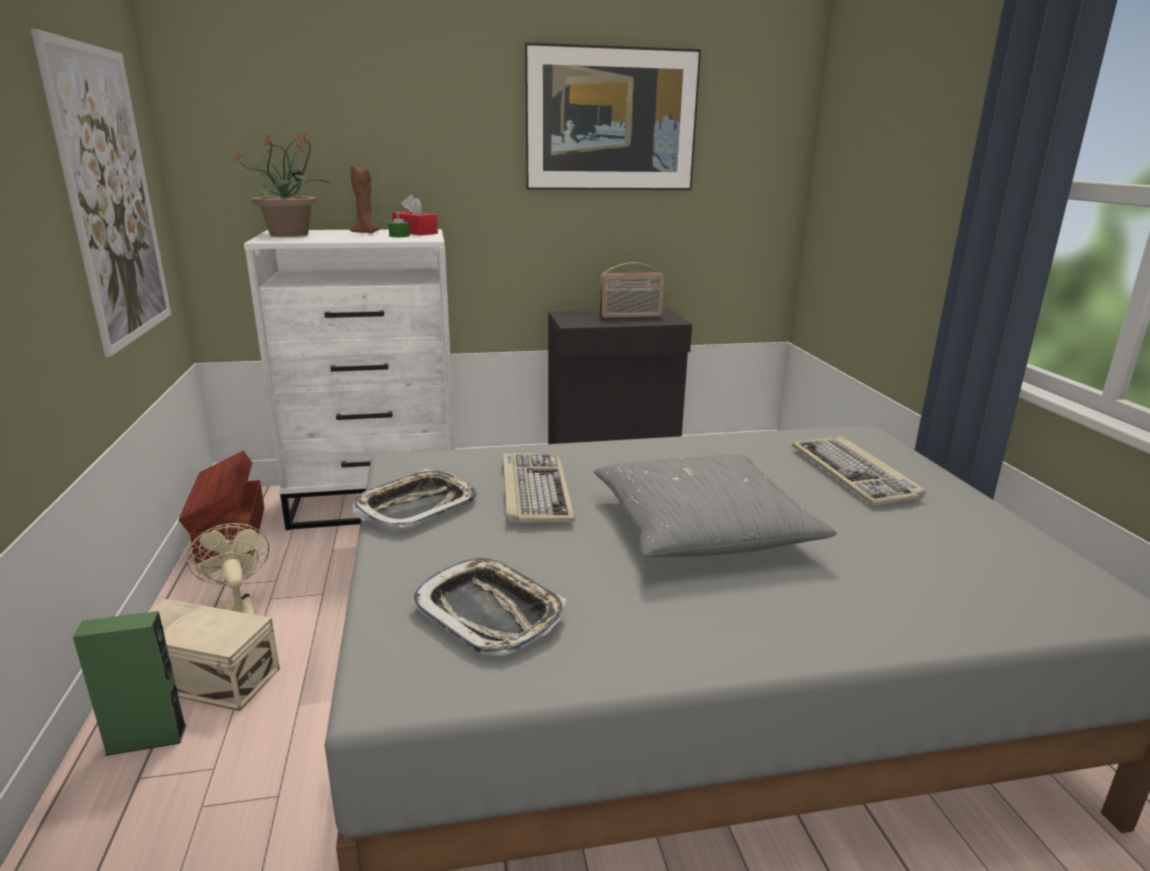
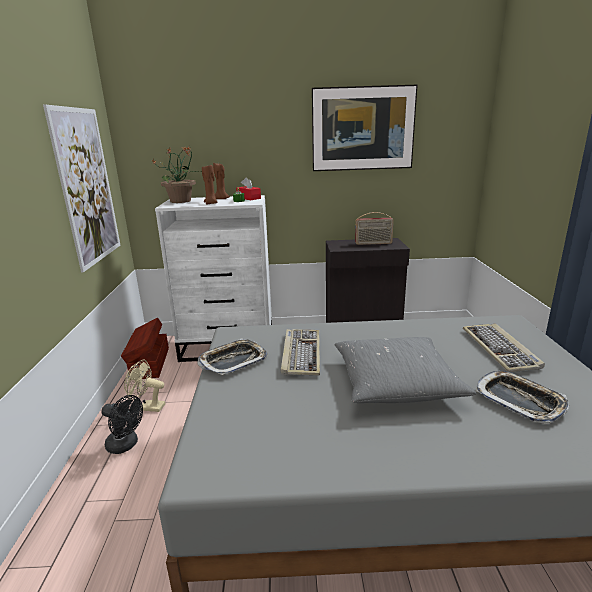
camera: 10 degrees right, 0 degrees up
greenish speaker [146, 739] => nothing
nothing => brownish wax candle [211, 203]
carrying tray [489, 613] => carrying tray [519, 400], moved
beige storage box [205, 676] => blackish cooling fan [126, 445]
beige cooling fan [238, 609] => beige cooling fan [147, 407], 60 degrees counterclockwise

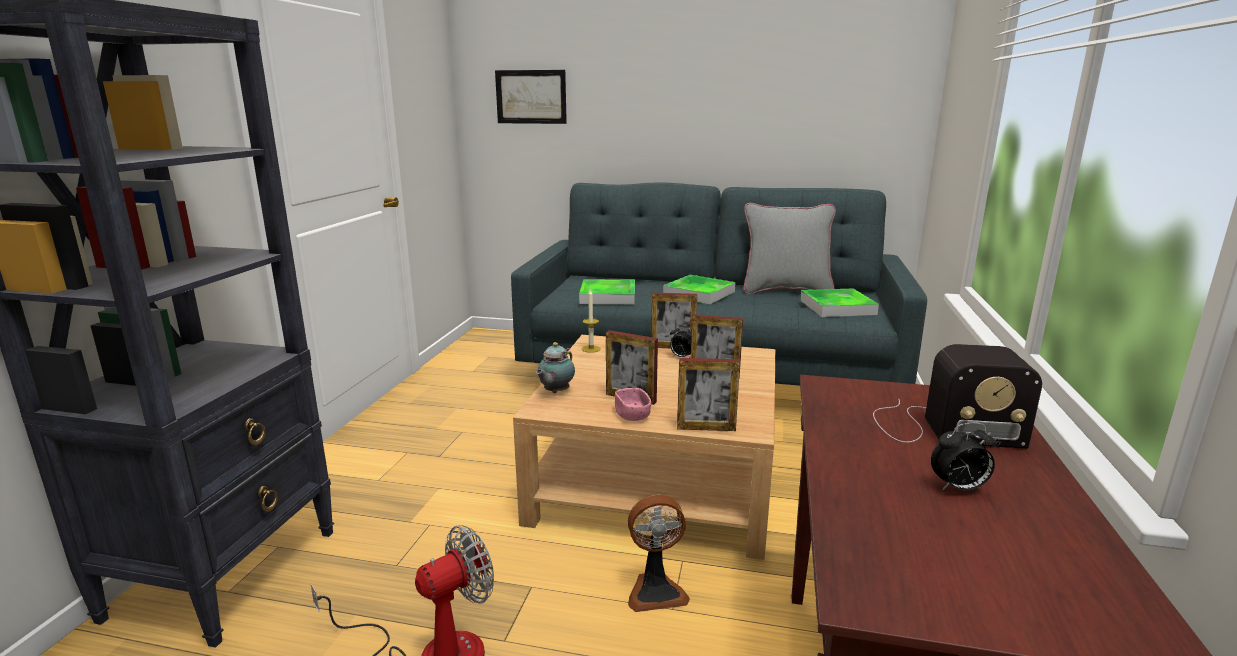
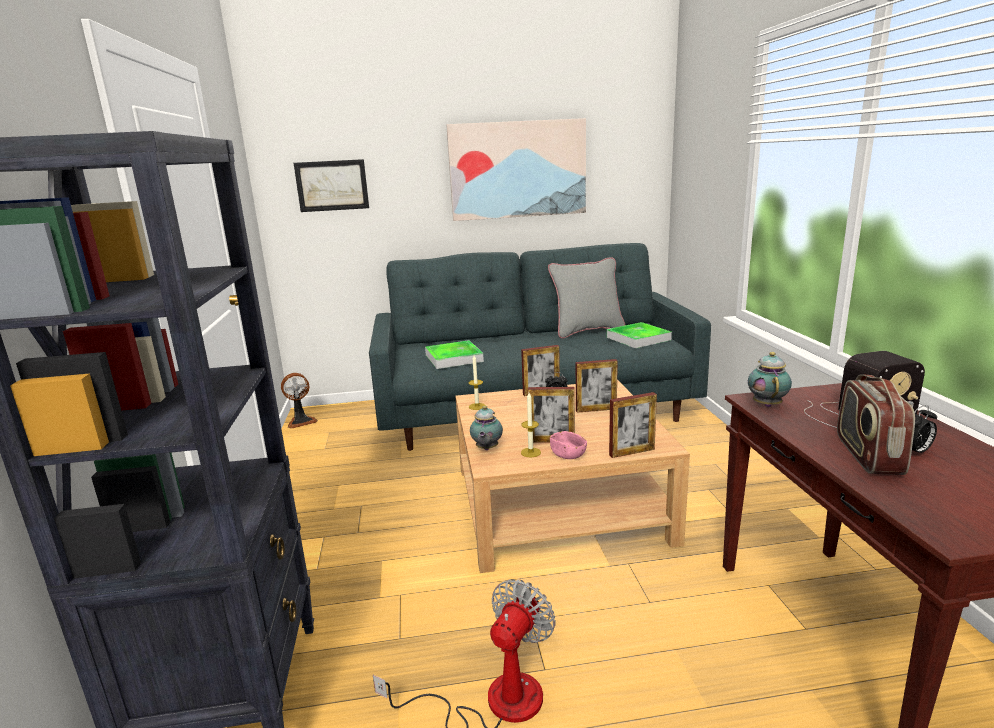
camera: 20 degrees left, 0 degrees up
carrying tray [699, 293] => nothing
nothing => wall picture [517, 170]
nothing => wax candle [530, 452]
nothing => pot for tea [766, 404]
nothing => radio set [867, 455]
cooling fan [655, 591] => cooling fan [301, 421], moved

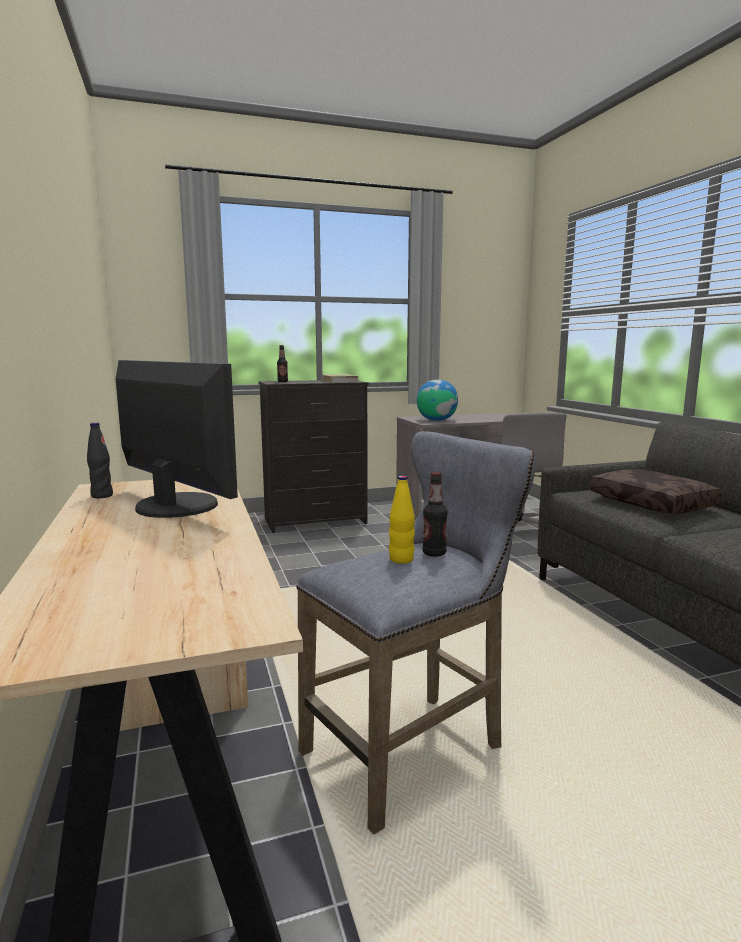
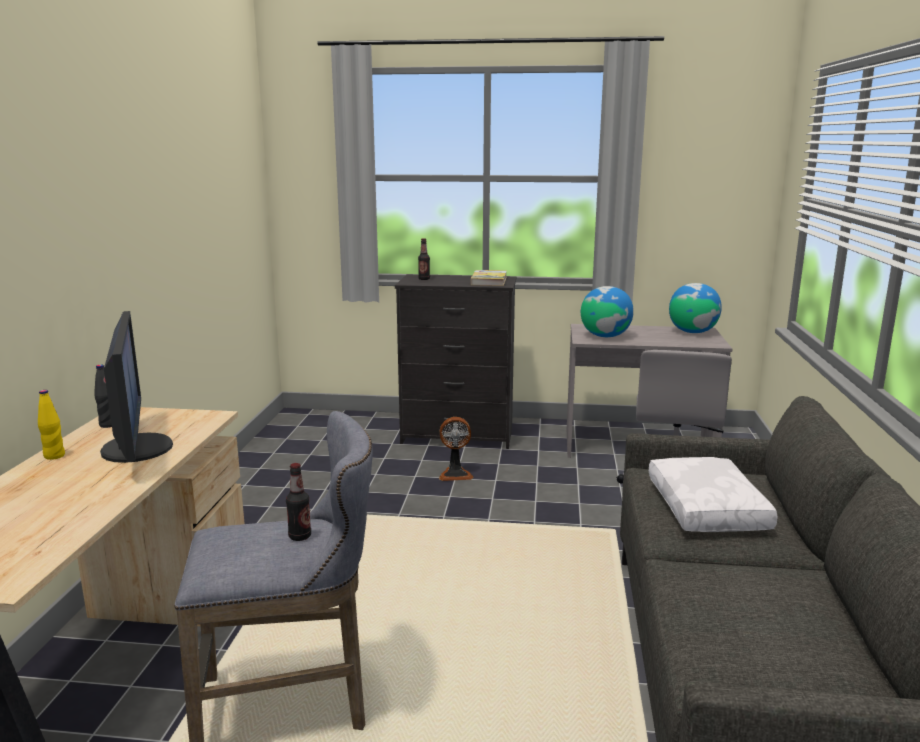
camera: 25 degrees right, 5 degrees up
nothing => cooling fan [455, 474]
nothing => desk globe [692, 332]
yellow bottle [401, 559] => yellow bottle [54, 456], moved
brownish cushion [653, 503] => white-coloured cushion [709, 508]

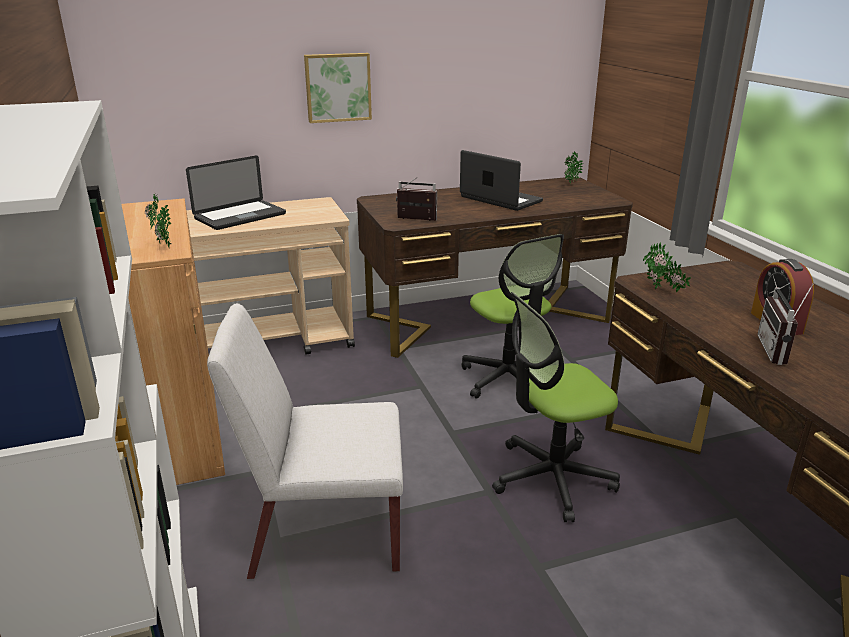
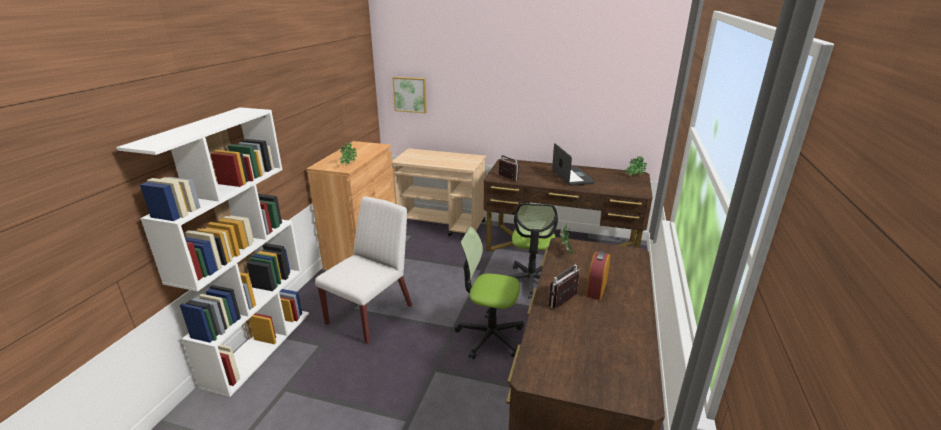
camera: 35 degrees right, 0 degrees up
laptop [240, 216] => nothing
wall picture [337, 87] => wall picture [410, 94], moved
white-coloured plain chair [324, 532] => white-coloured plain chair [370, 314], 90 degrees clockwise

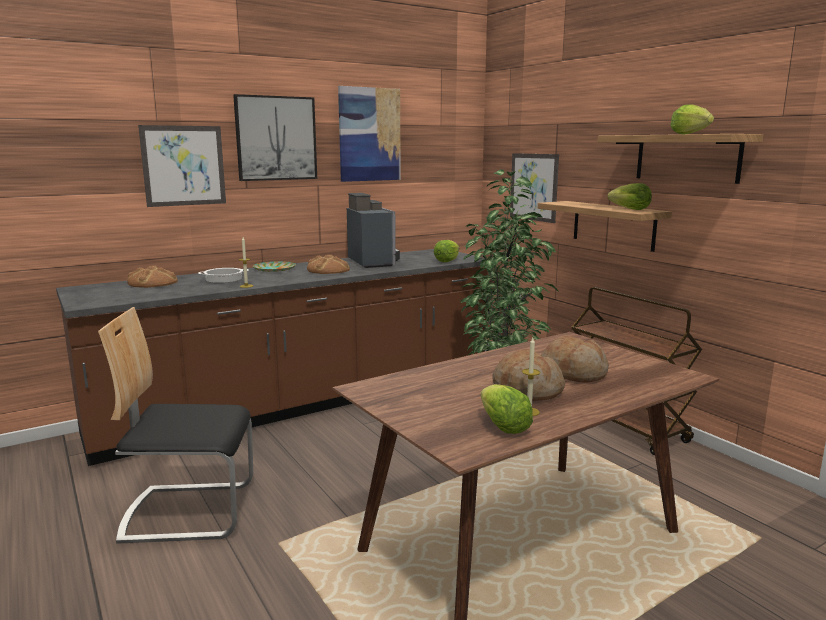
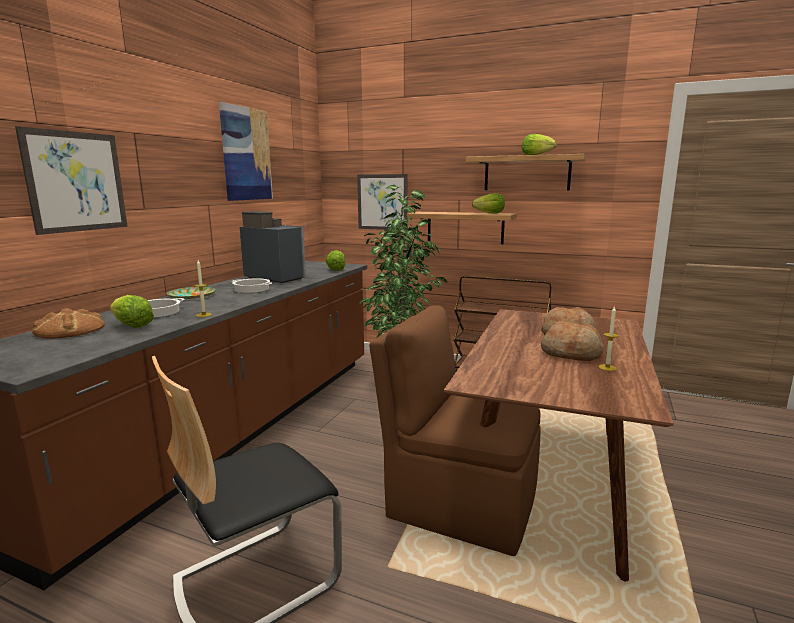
camera: 35 degrees left, 0 degrees up
wall picture [276, 138] => nothing
nothing => brownish plain chair [458, 504]
lettuce [503, 427] => lettuce [132, 326], moved
bakery bread [328, 270] => stockpot [251, 289]

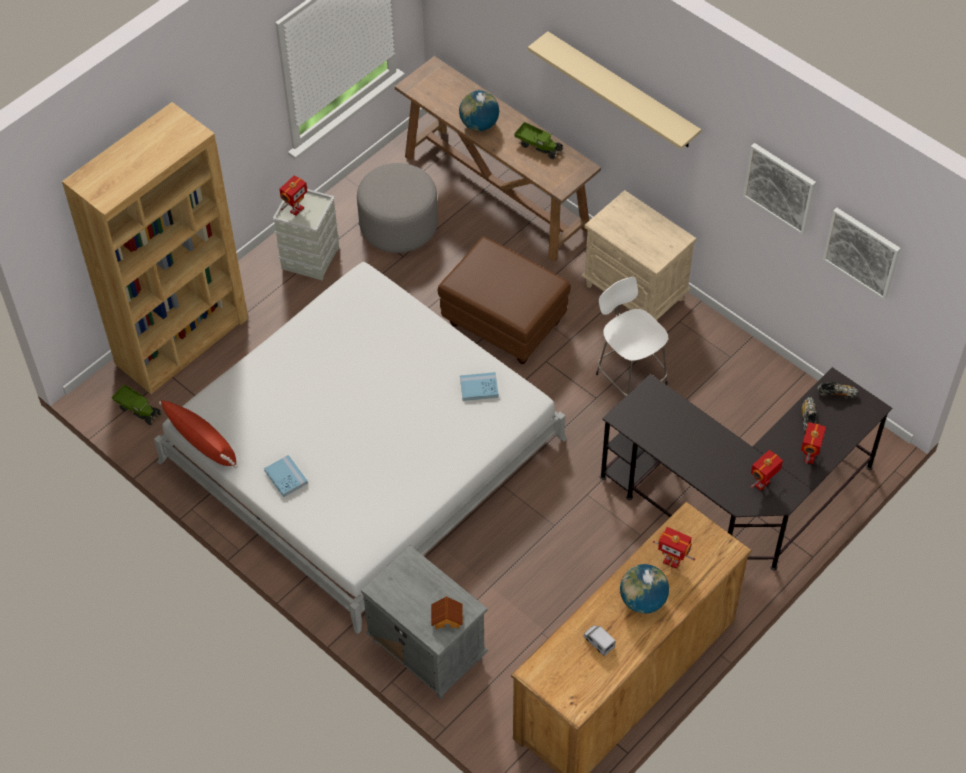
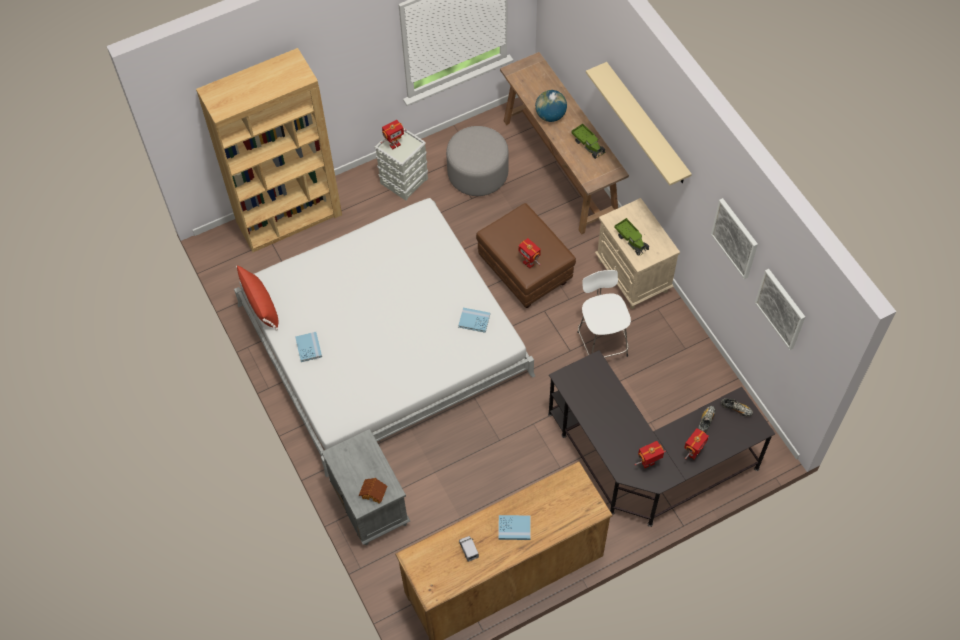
camera: 20 degrees right, 5 degrees up
model truck [138, 409] => model truck [631, 240], moved
model robot [672, 561] => model robot [529, 263], moved
desk globe [642, 600] => blue bound book [514, 528]

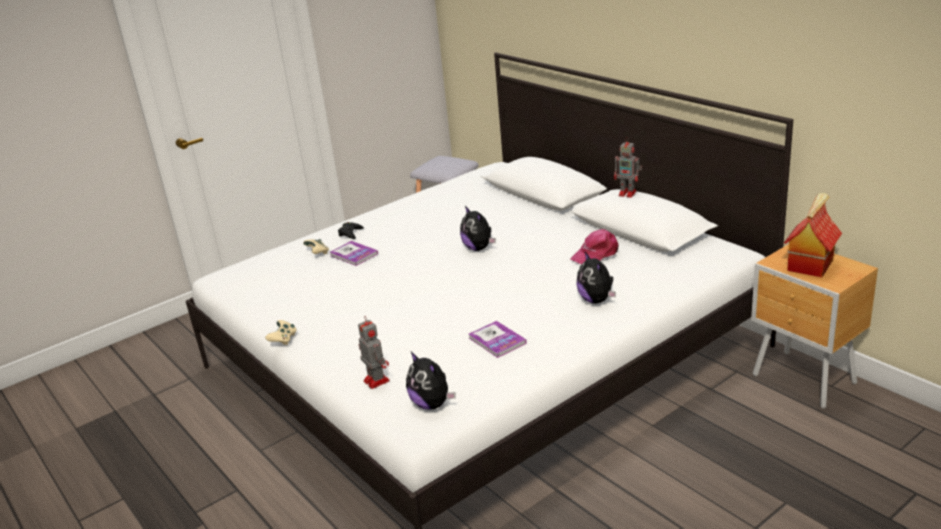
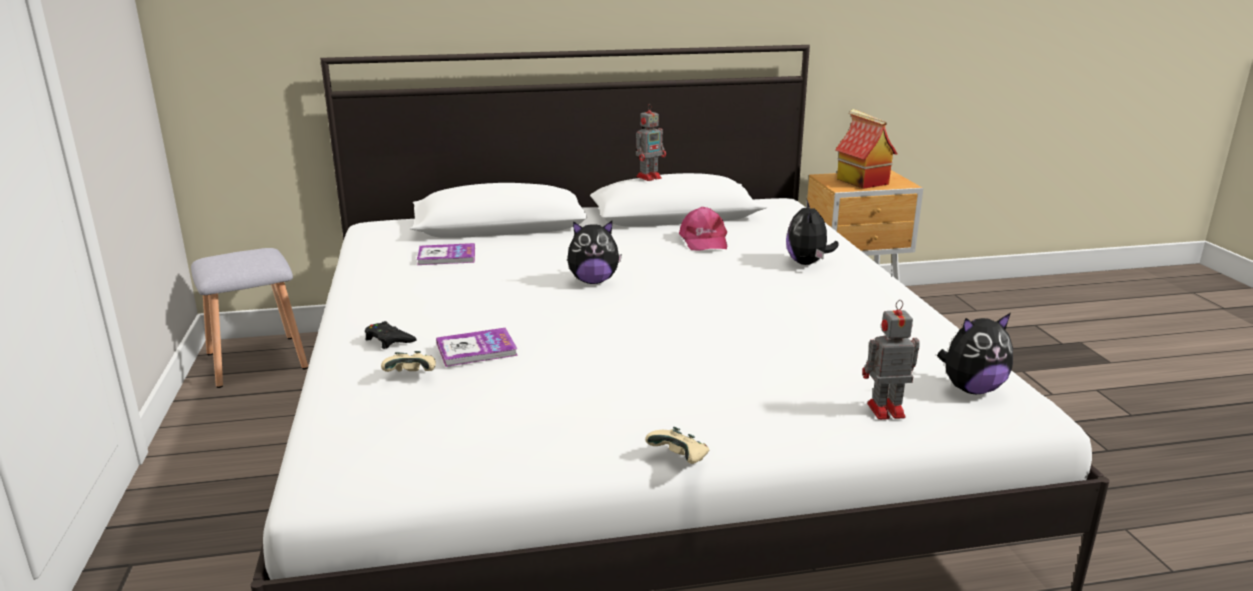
camera: 65 degrees left, 5 degrees down
bound book [497, 340] => bound book [446, 256], moved
soft toy [596, 300] => soft toy [808, 263], 90 degrees clockwise

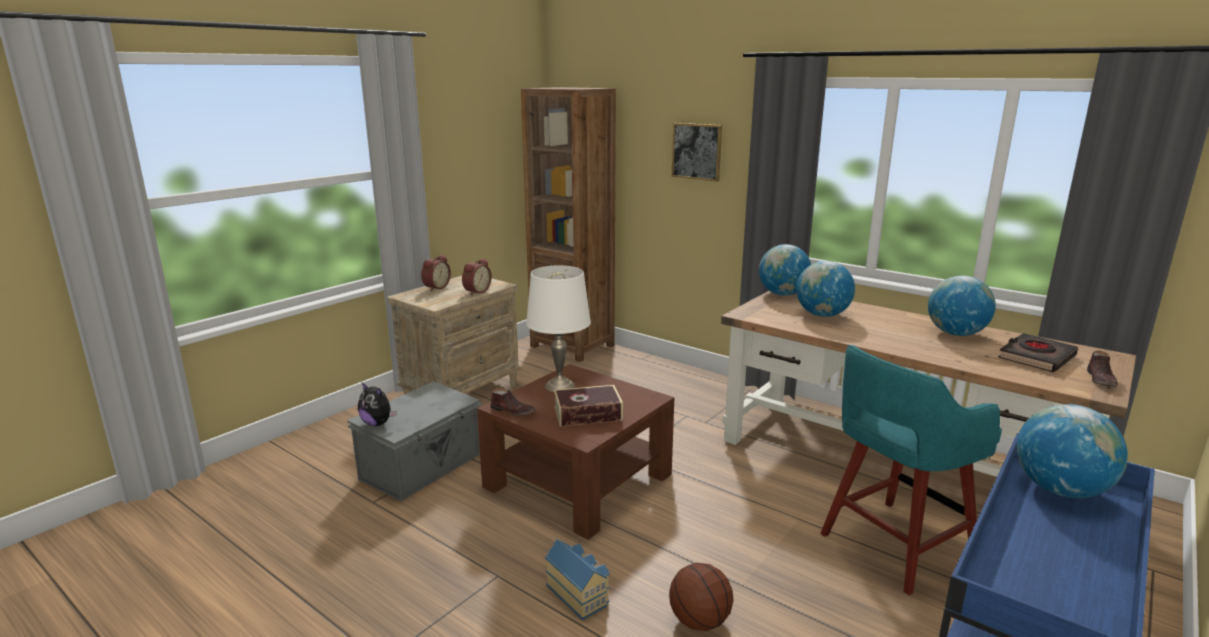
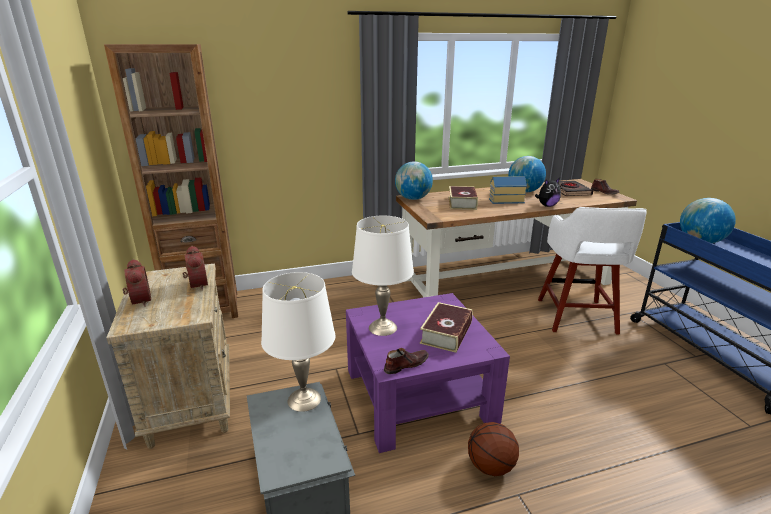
camera: 55 degrees left, 5 degrees up
wall picture [697, 151] => nothing
nothing => white-coloured tabletop lamp [304, 399]
soft toy [378, 423] => soft toy [547, 205], moved
toy house [578, 593] => toy house [505, 200], moved
ball for basketball [700, 621] => ball for basketball [491, 466], moved
desk globe [822, 315] => bound book [462, 203]
brownish coffee table [578, 480] => purple coffee table [418, 395]
turquoise sitting stool [893, 546] => white-coloured sitting stool [576, 317]

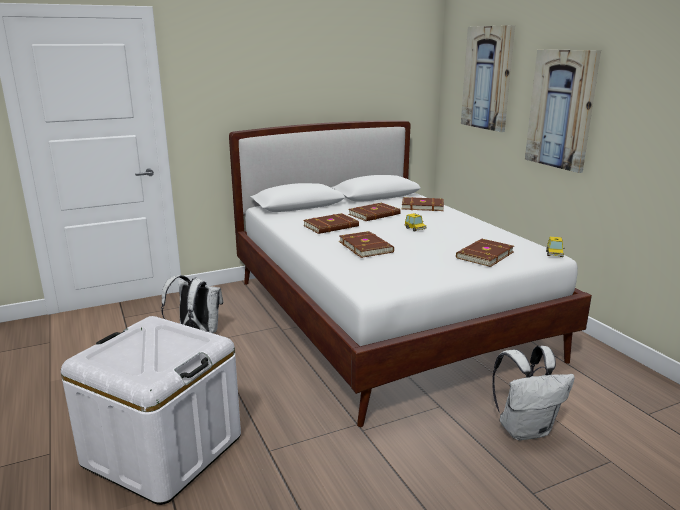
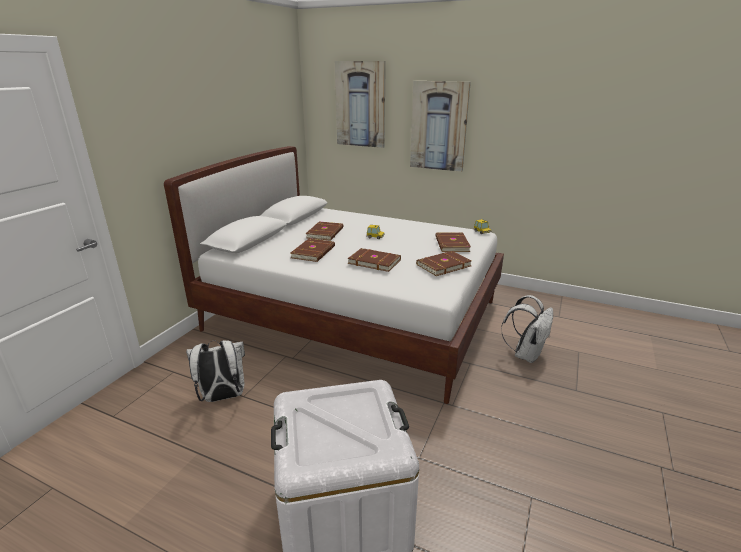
camera: 40 degrees left, 5 degrees up
brownish bound book [422, 206] => brownish bound book [442, 265], moved

